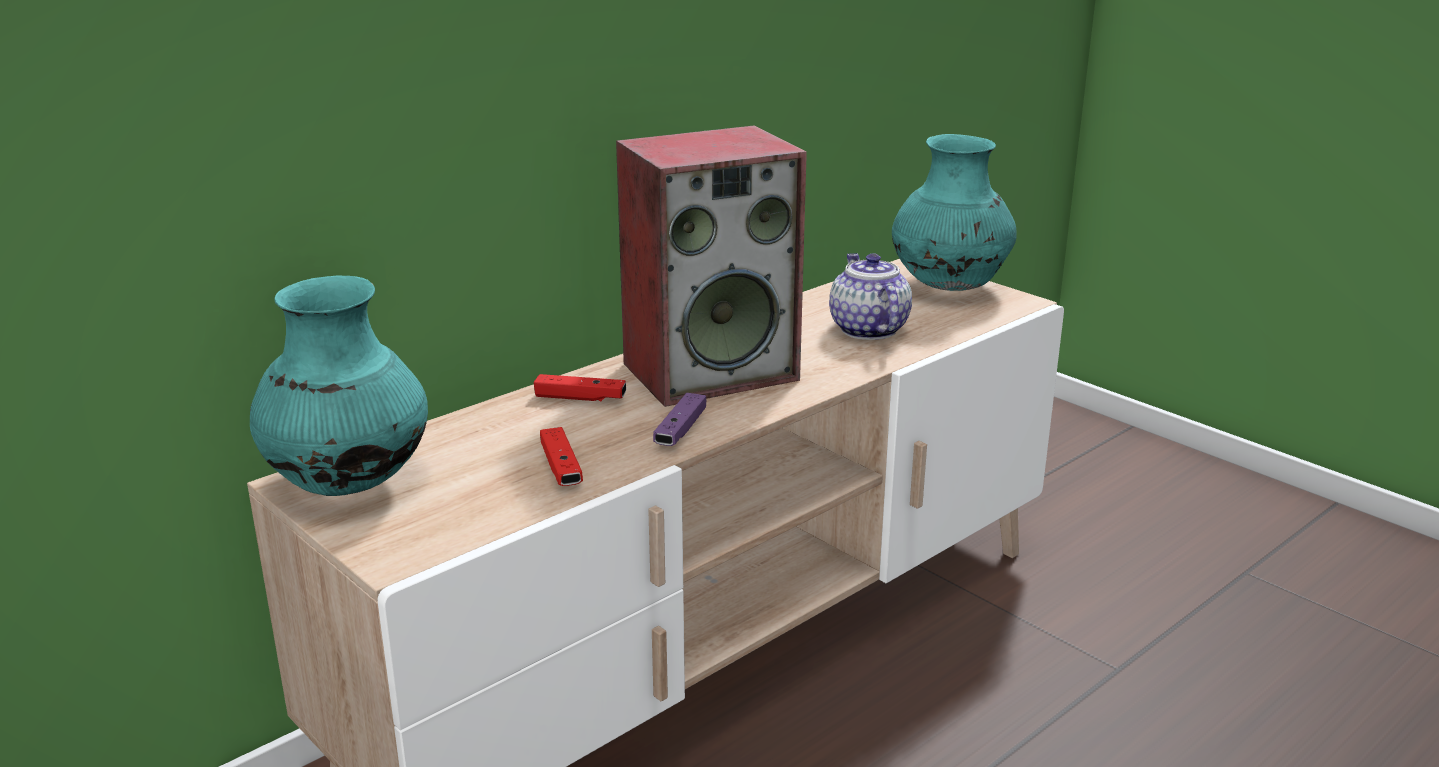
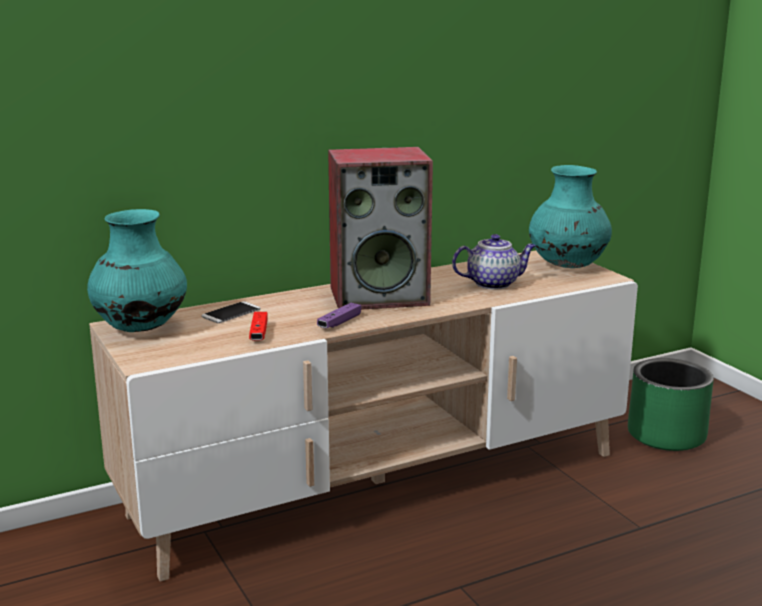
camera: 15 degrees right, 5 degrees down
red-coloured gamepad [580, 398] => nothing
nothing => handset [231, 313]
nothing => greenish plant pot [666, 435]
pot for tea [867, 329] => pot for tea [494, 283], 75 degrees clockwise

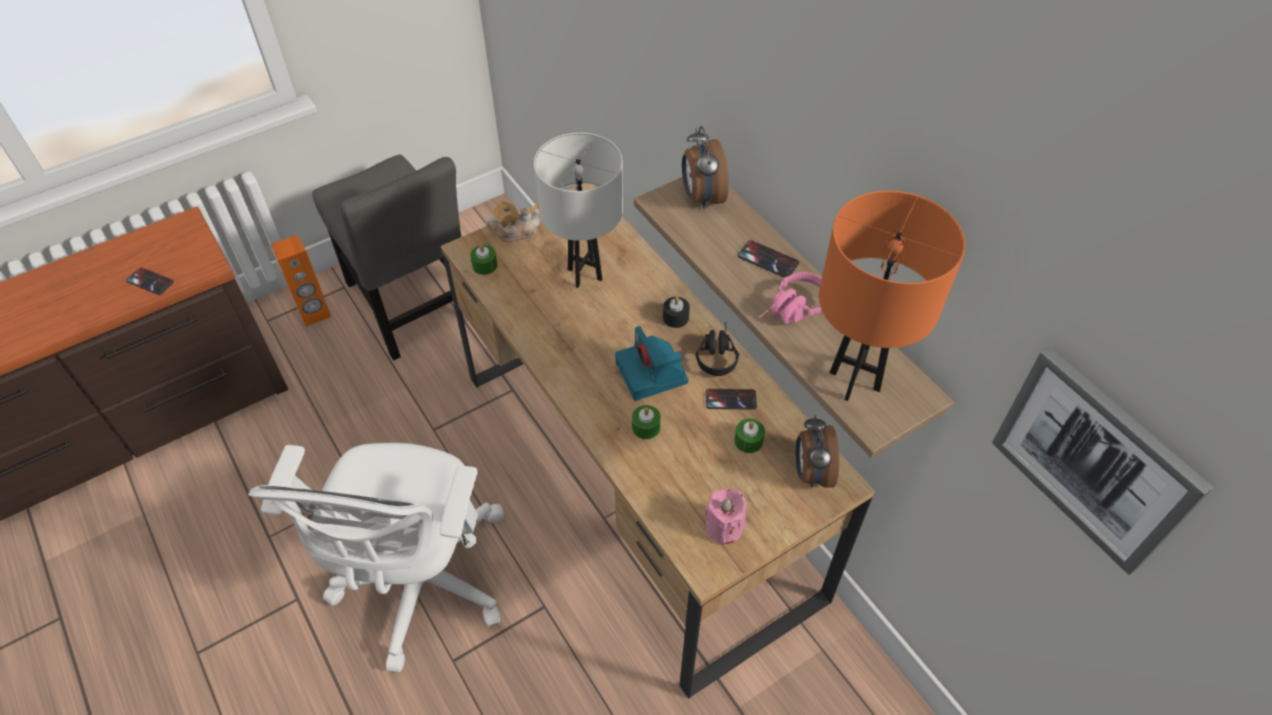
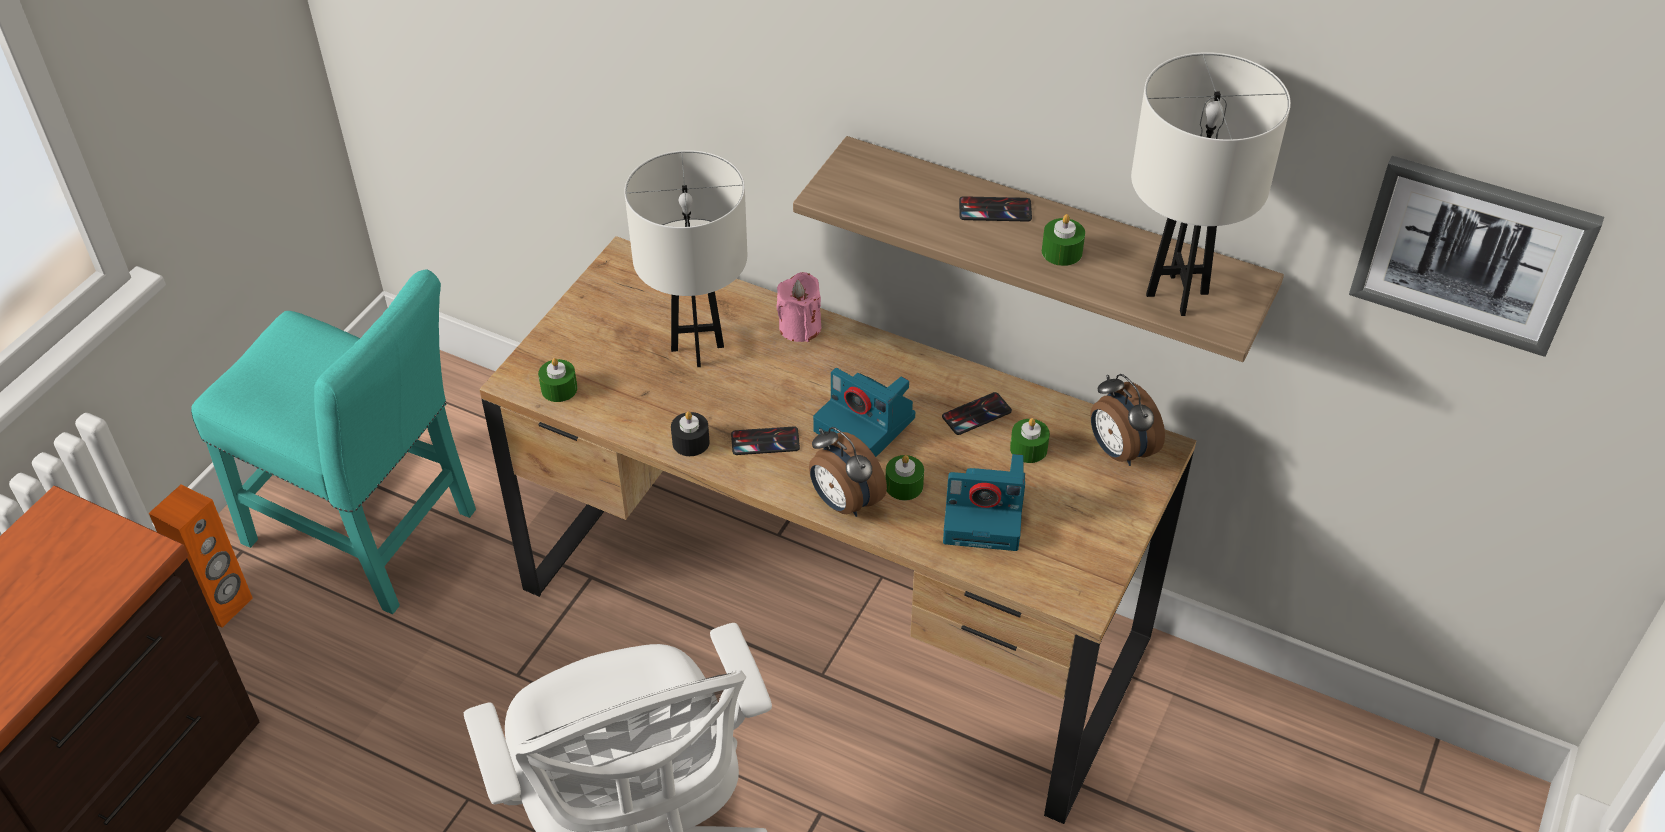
camera: 30 degrees left, 5 degrees down
pot for tea [516, 232] => nothing
blackish headset [716, 354] => nothing
nothing => photo camera [985, 515]
handset [150, 281] => handset [765, 441], moved
blackish wax candle [675, 317] => blackish wax candle [691, 442], moved
bedside clock [701, 197] => bedside clock [843, 503], moved
pinkish wax candle [724, 527] => pinkish wax candle [800, 327], moved
pinkish headset [792, 311] => greenish wax candle [1061, 252]
greyish plain chair [413, 307] => turquoise plain chair [369, 534]
orangey tabletop lamp [854, 381] => white-coloured tabletop lamp [1176, 294]

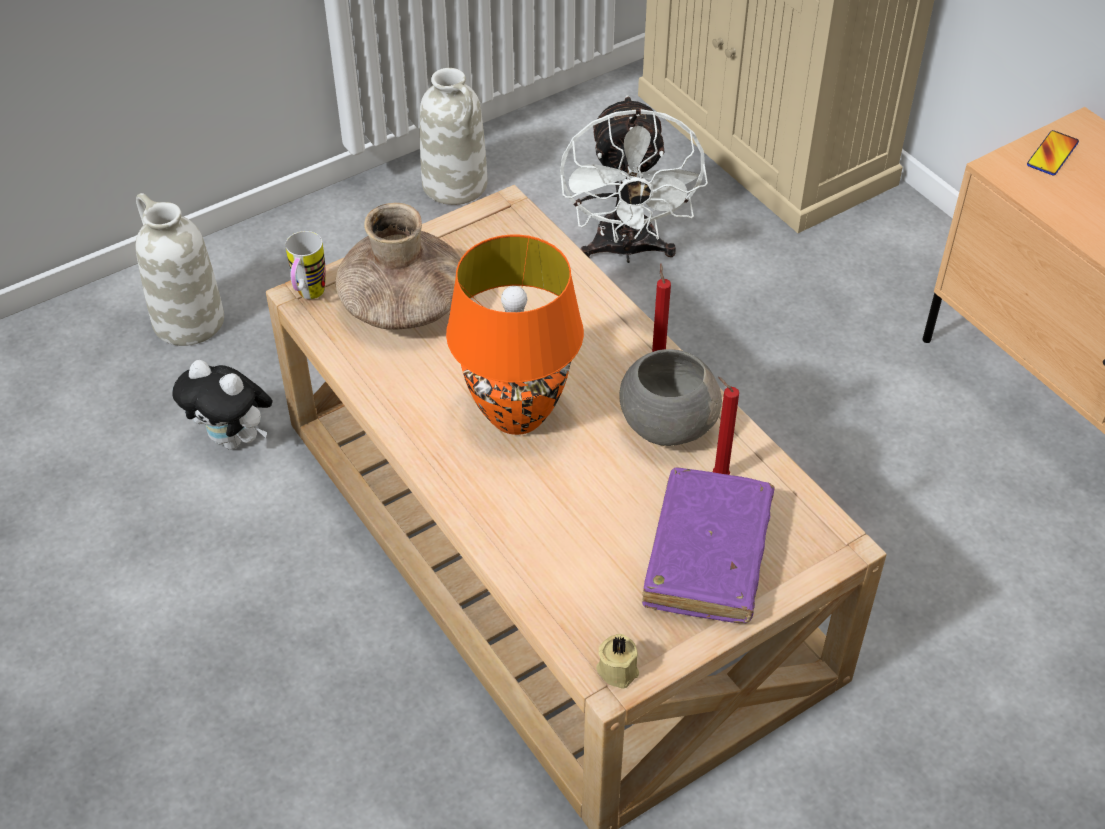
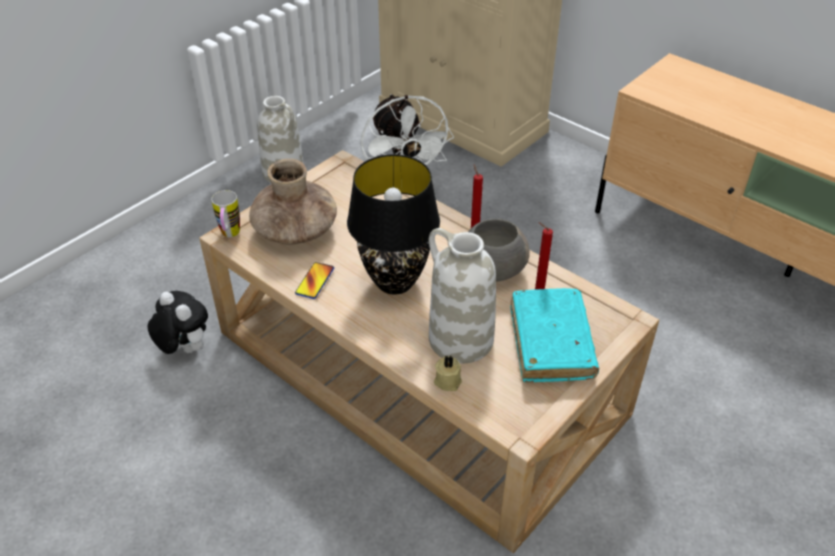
camera: 15 degrees left, 5 degrees down
white-coloured decorative vase [187, 321] => white-coloured decorative vase [459, 340], moved
beige wax candle [618, 669] => beige wax candle [447, 380], moved
handset [1052, 154] => handset [315, 281], moved
orangey tabletop lamp [516, 414] => blackish tabletop lamp [394, 282]
purple bound book [707, 556] => turquoise bound book [551, 343]
soft toy [234, 439] => soft toy [184, 349], 150 degrees counterclockwise

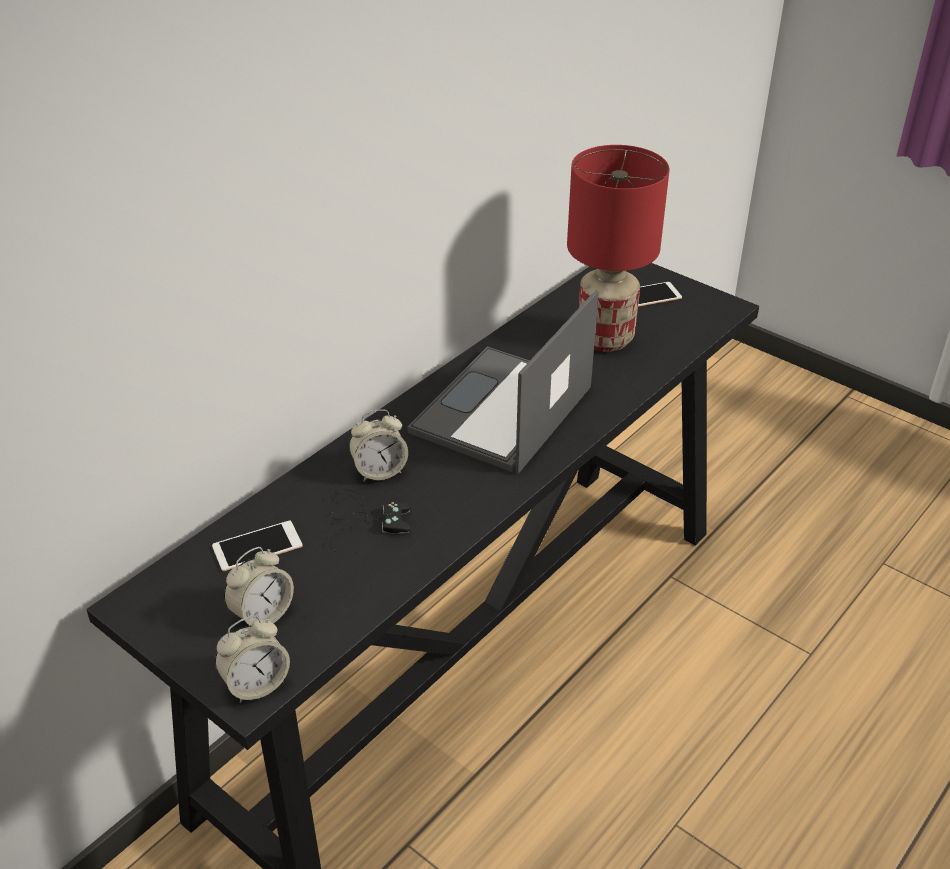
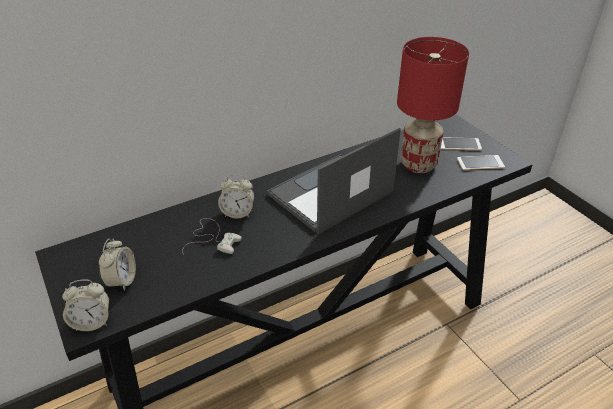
camera: 20 degrees right, 0 degrees up
handset [257, 546] => handset [480, 163], moved
blackish gamepad [364, 518] => white-coloured gamepad [212, 238]
bedside clock [262, 614] => bedside clock [121, 280], 60 degrees counterclockwise

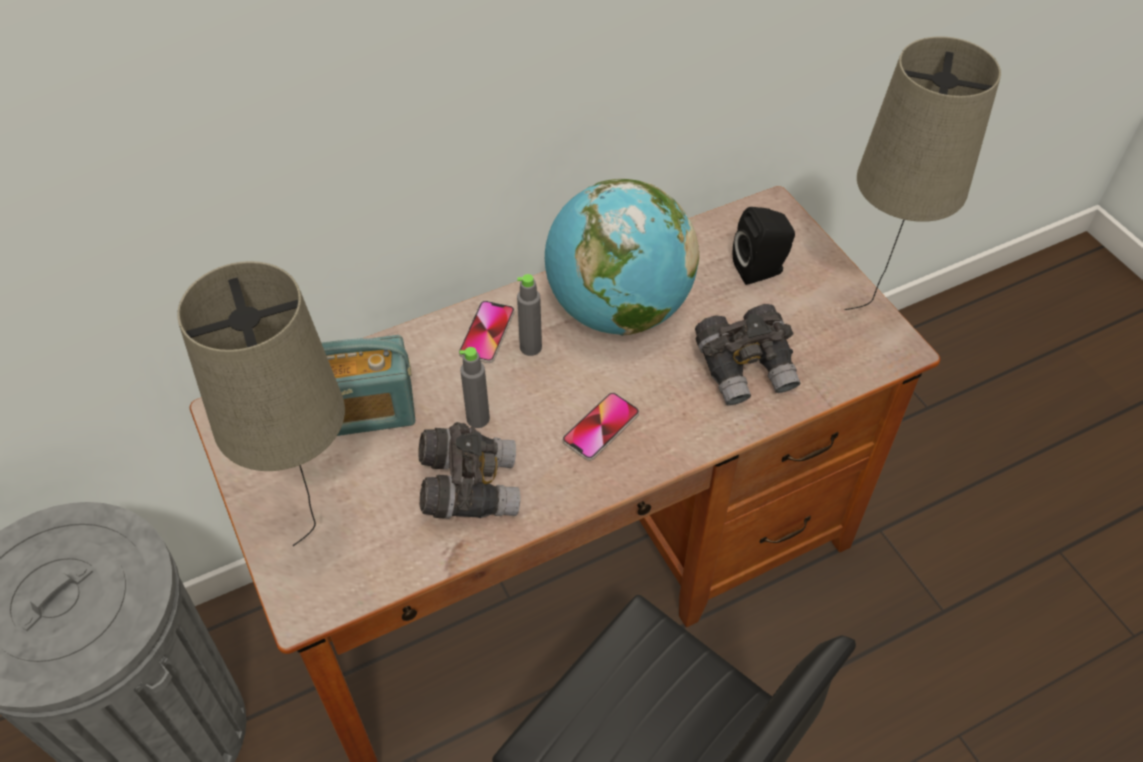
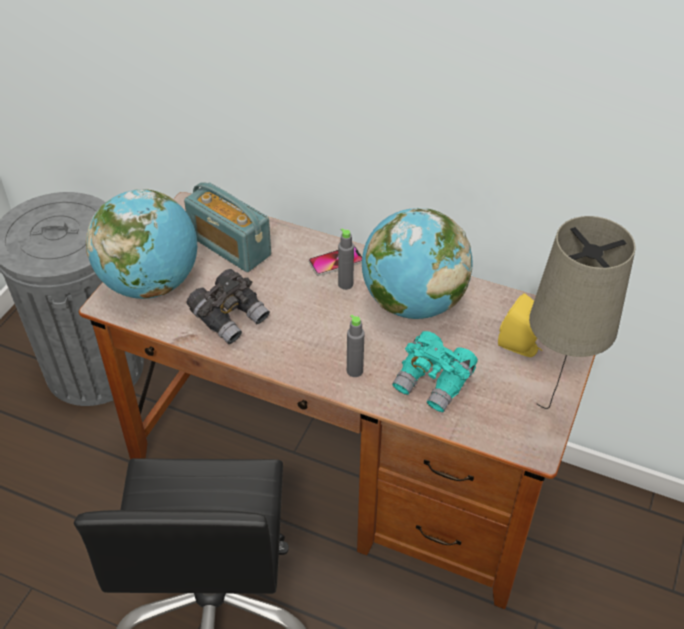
camera: 50 degrees right, 5 degrees down
handset [601, 427] => nothing
greyish bottle [478, 419] => greyish bottle [354, 371], moved
beige tabletop lamp [322, 535] => desk globe [151, 283]
greyish pair of binoculars [746, 368] => turquoise pair of binoculars [434, 382]
blackish speaker [761, 270] => yellow speaker [521, 347]

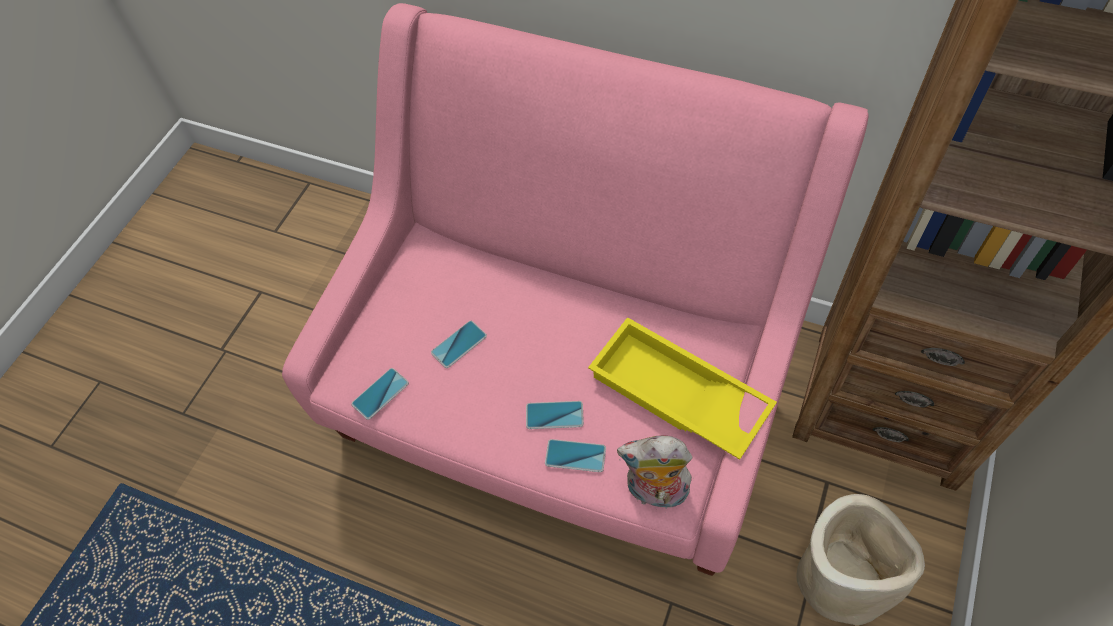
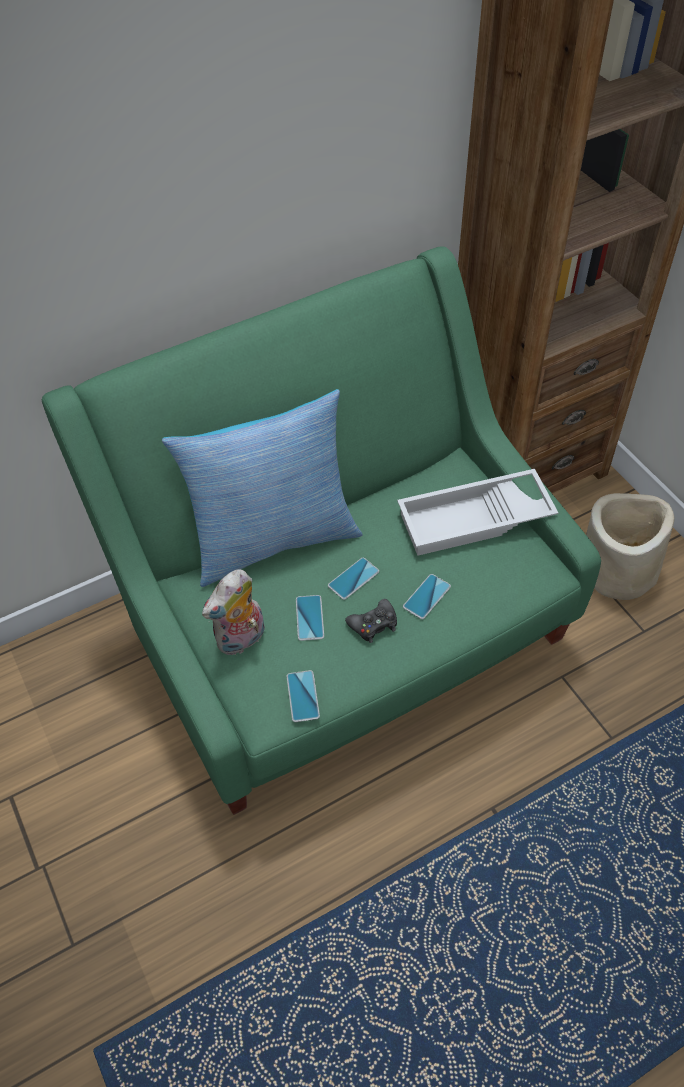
camera: 55 degrees left, 5 degrees down
nothing => cushion [273, 539]
nothing => blackish gamepad [373, 624]
handset [575, 456] => handset [353, 579], moved
soft toy [655, 492] => soft toy [241, 640], moved
pinkish couch [565, 391] => greenish couch [344, 629]
yellow carrying tray [676, 396] => white-coloured carrying tray [474, 521]

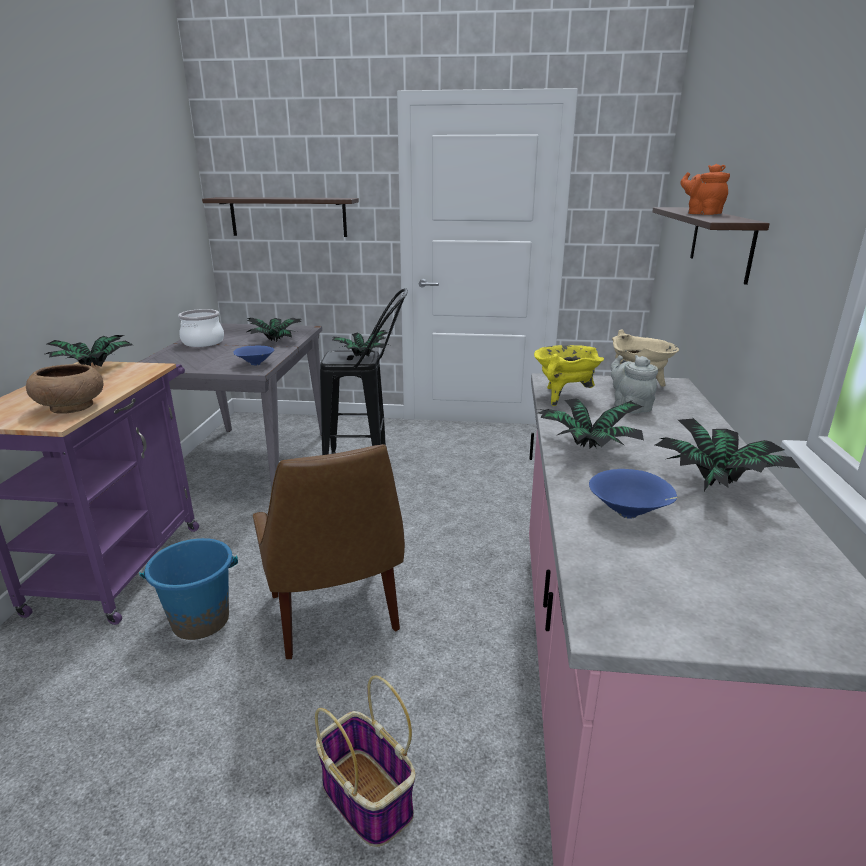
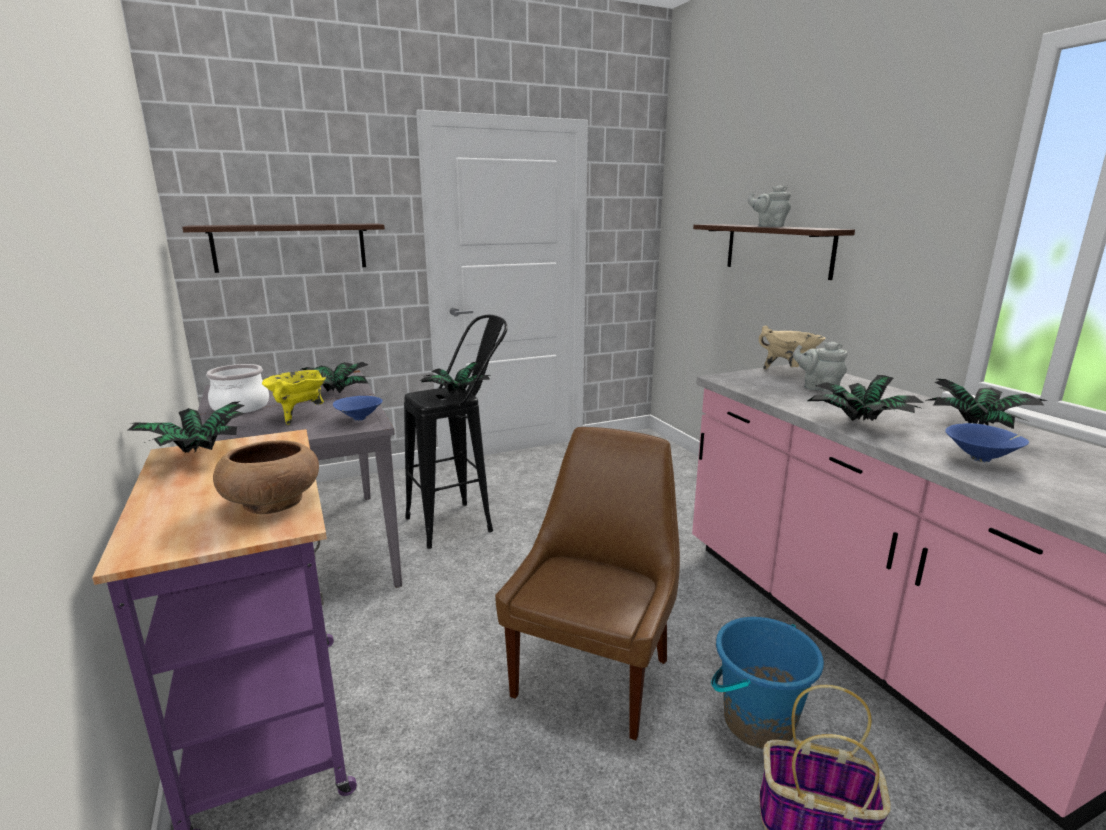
camera: 30 degrees left, 5 degrees down
blue pail [201, 621] => blue pail [757, 722], moved
yellow stockpot [563, 397] => yellow stockpot [298, 416], moved
orangey pot for tea [701, 213] => greyish pot for tea [768, 226]
brownish plain chair [335, 616] => brownish plain chair [594, 674], 105 degrees counterclockwise

